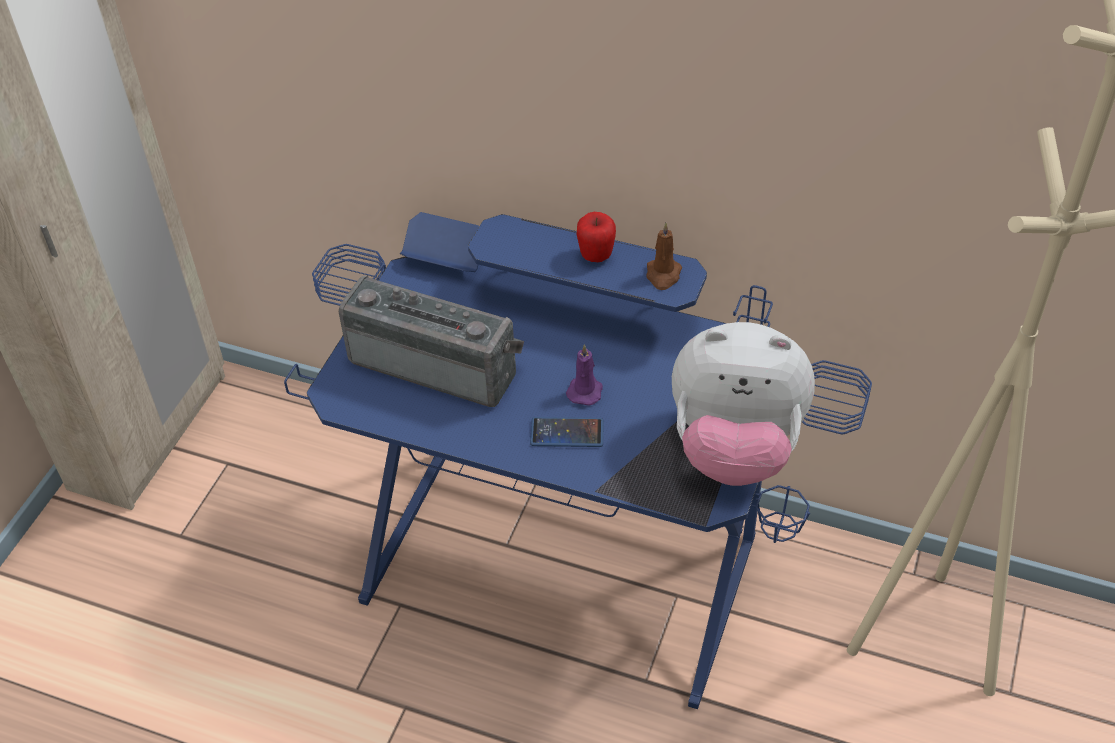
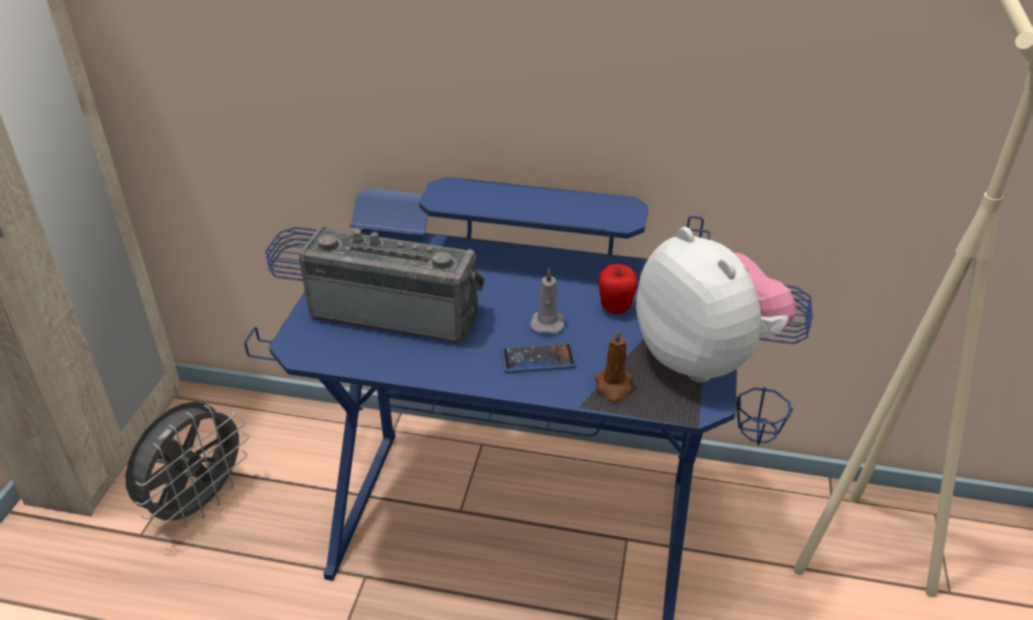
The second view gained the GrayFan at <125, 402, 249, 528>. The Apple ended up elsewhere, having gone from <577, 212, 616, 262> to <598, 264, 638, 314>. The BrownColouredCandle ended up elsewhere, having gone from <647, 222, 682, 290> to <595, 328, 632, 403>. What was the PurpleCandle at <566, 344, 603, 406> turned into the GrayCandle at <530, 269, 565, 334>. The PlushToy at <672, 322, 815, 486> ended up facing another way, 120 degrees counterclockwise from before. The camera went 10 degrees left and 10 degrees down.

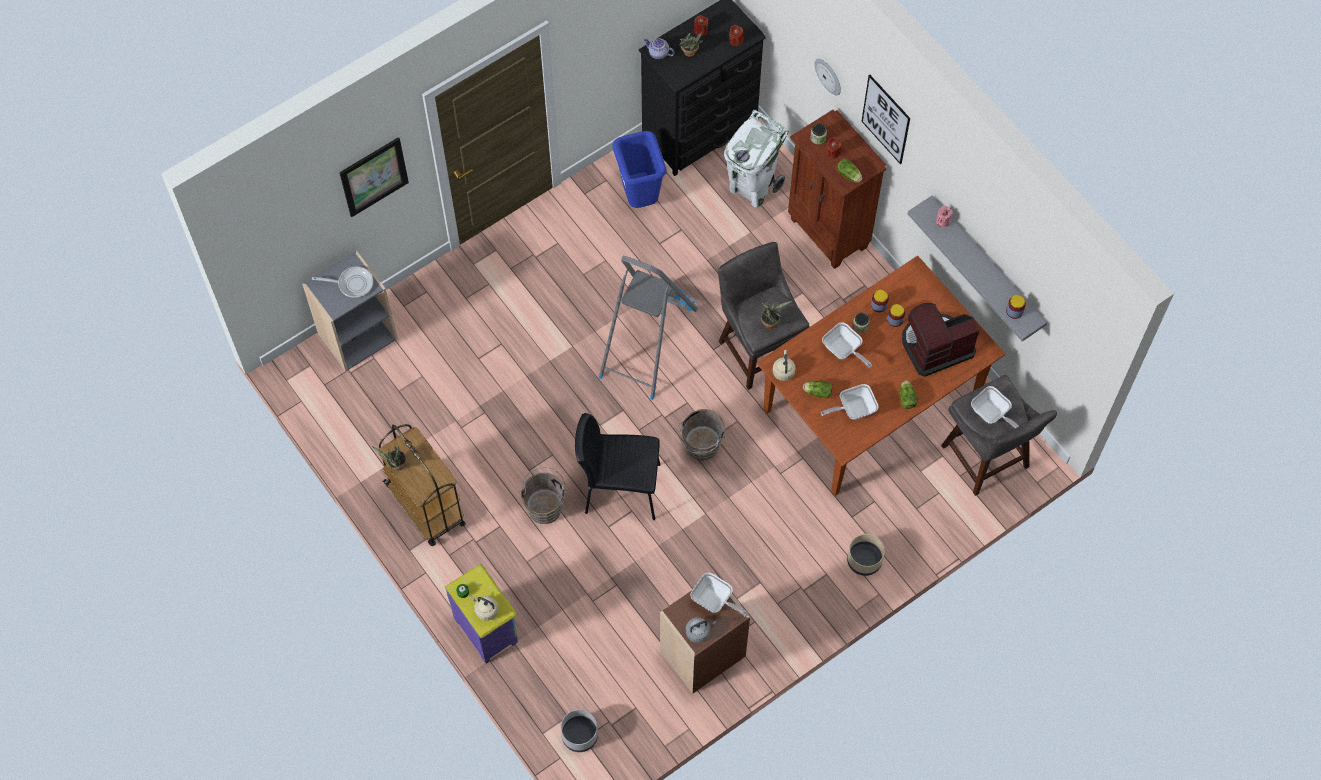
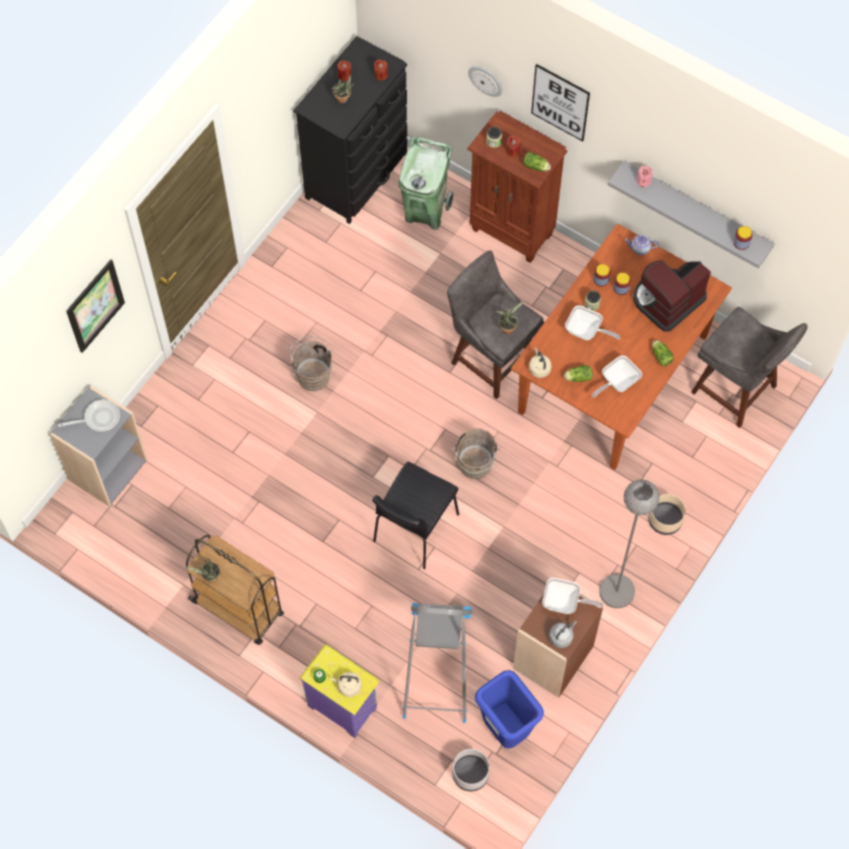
The second view lost the Skillet at <971, 386, 1019, 428>. The second view gained the GrayFloorLamp at <599, 479, 660, 608>. The BrownColouredBucket ended up elsewhere, having gone from <519, 467, 568, 524> to <290, 336, 333, 391>. The GrayStepLadder ended up elsewhere, having gone from <599, 256, 698, 400> to <403, 603, 473, 723>. The BlueColouredWasteBin ended up elsewhere, having gone from <613, 131, 667, 208> to <475, 670, 544, 748>. The PotForTea ended up elsewhere, having gone from <643, 38, 675, 59> to <625, 234, 659, 255>. What was the WhiteWasteBin at <724, 109, 789, 208> turned into the GreenColouredWasteBin at <399, 137, 454, 230>. The BlackishUprightChair at <575, 413, 661, 520> ended up facing another way, 45 degrees counterclockwise from before. The camera went 20 degrees left and 0 degrees up.

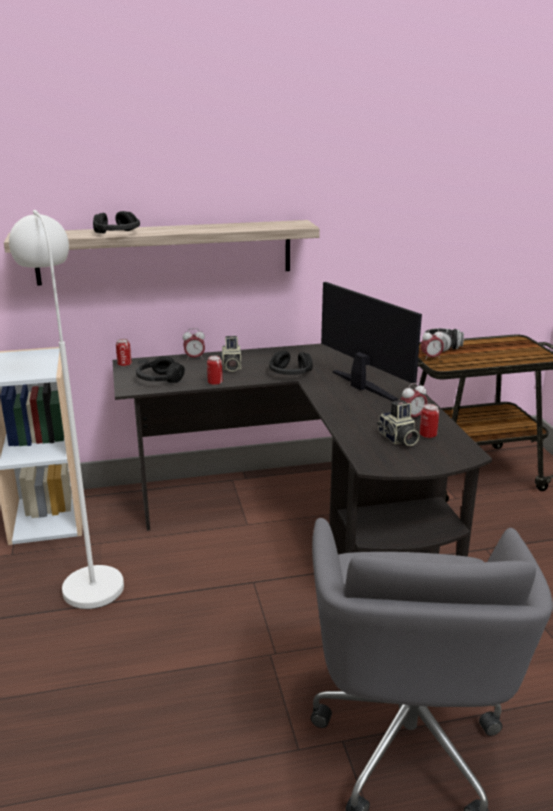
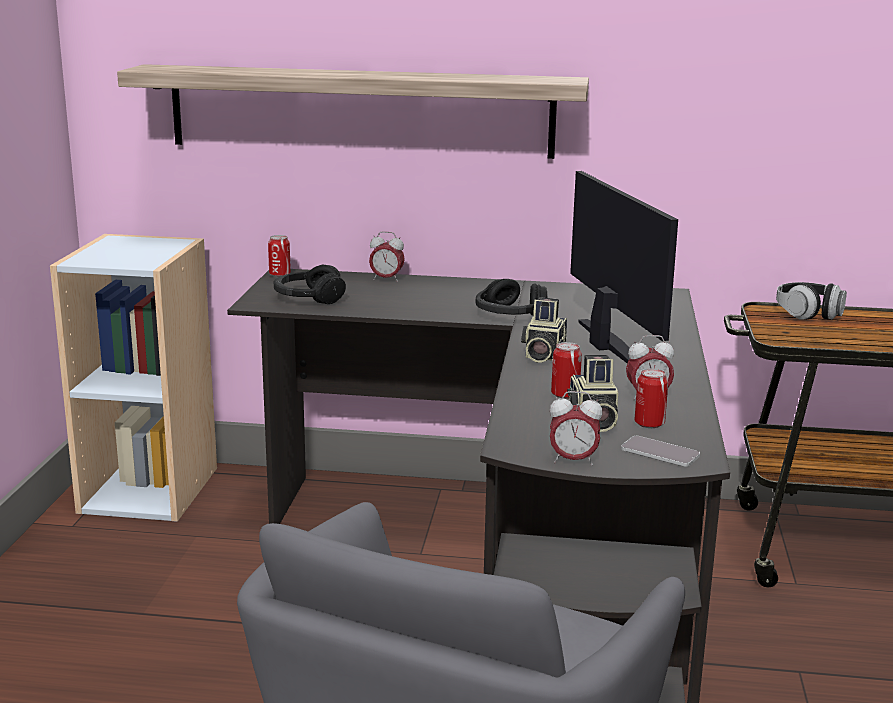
The second view lost the WhiteFloorLamp at <9, 210, 124, 609>. The second view lost the BlackishPairOfHeadphones at <93, 211, 140, 234>. The second view gained the Handset at <621, 436, 700, 467>. The Can ended up elsewhere, having gone from <207, 356, 223, 385> to <551, 342, 582, 399>. The StillCamera ended up elsewhere, having gone from <220, 336, 242, 372> to <521, 297, 567, 362>. The TableClock ended up elsewhere, having gone from <421, 328, 444, 360> to <550, 391, 603, 466>. The camera went 20 degrees right and 5 degrees down.

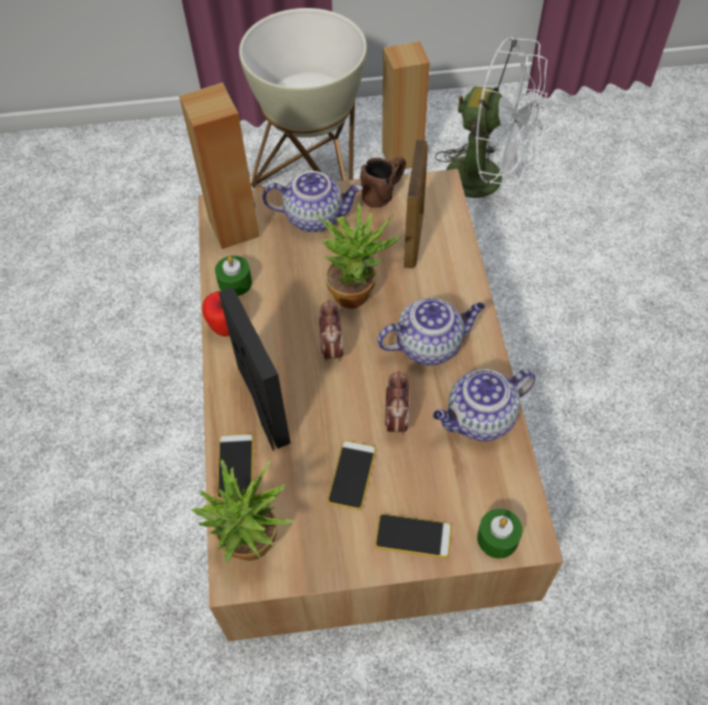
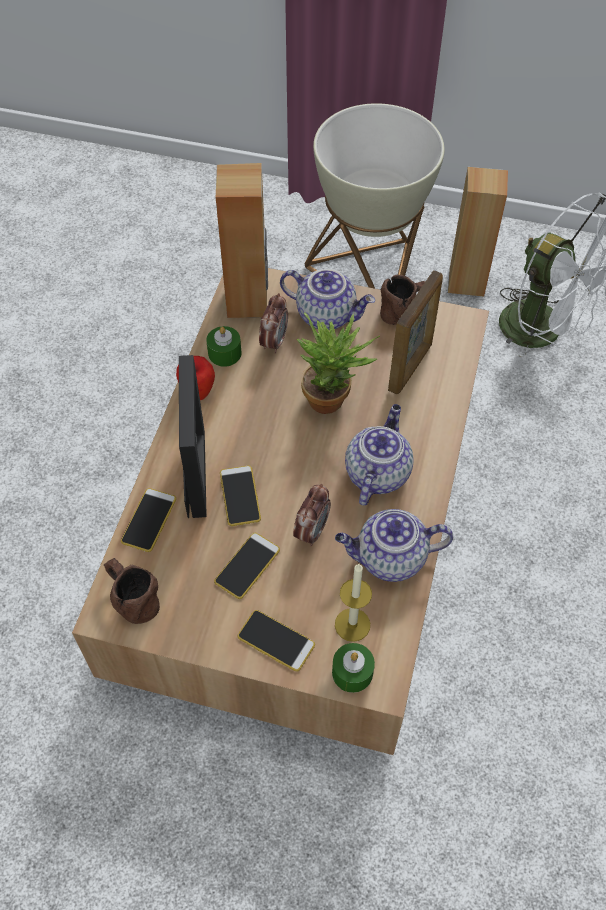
The second view gained the Handset at <220, 466, 261, 526>. The second view gained the Candle at <335, 564, 372, 642>. The TableClock ended up elsewhere, having gone from <319, 300, 343, 362> to <259, 293, 288, 354>. Where the PlantInAPot stood at <191, 459, 294, 563>, the BrownColouredTeaMug came to stand at <104, 558, 160, 624>. The PotForTea at <377, 298, 485, 365> ended up facing another way, 75 degrees counterclockwise from before. The camera went 20 degrees right and 0 degrees up.

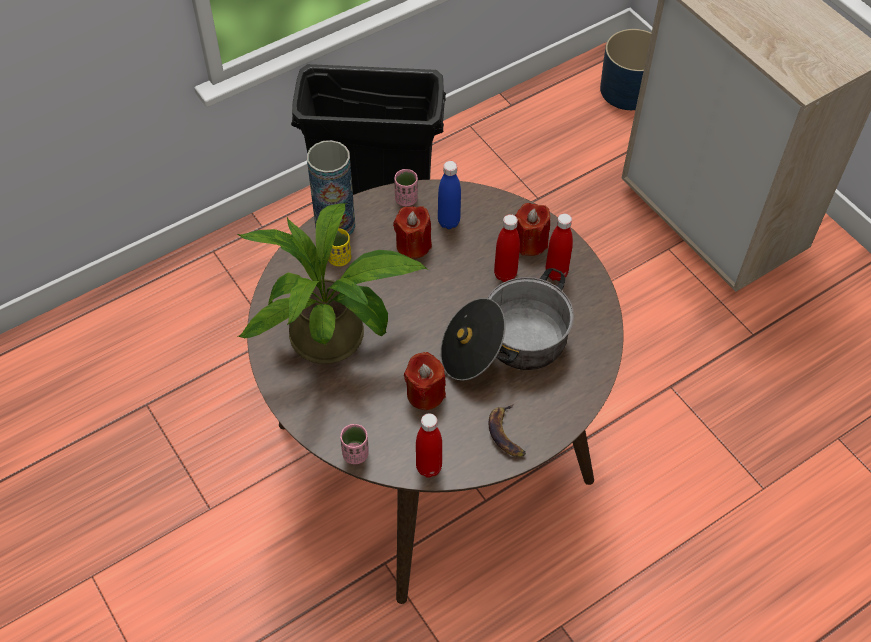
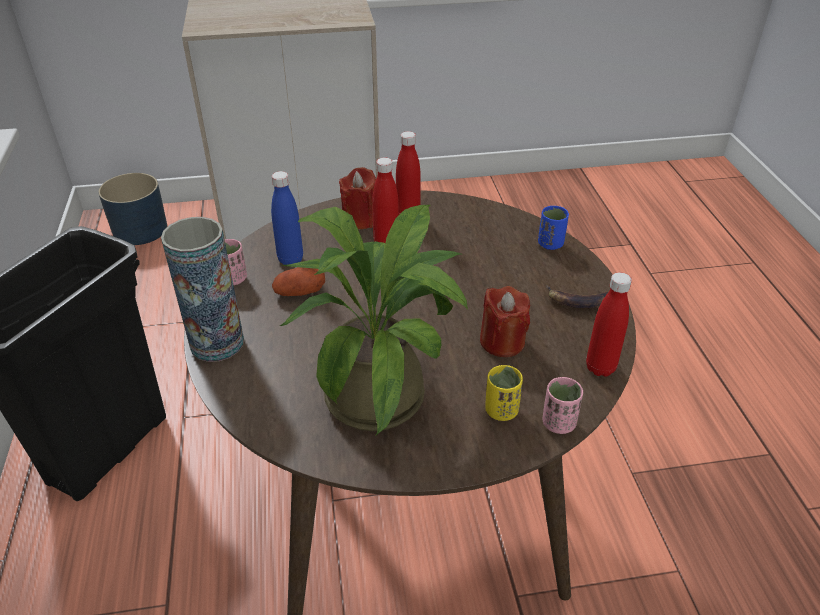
The second view lost the Saucepot at <441, 268, 574, 381>. The second view gained the BlueColouredCup at <538, 206, 569, 250>. The YellowColouredCup ended up elsewhere, having gone from <328, 228, 351, 266> to <485, 365, 523, 421>. Where the ReddishCandle stood at <393, 206, 432, 259>, the Potato came to stand at <272, 267, 325, 296>. The camera went 65 degrees left and 15 degrees down.

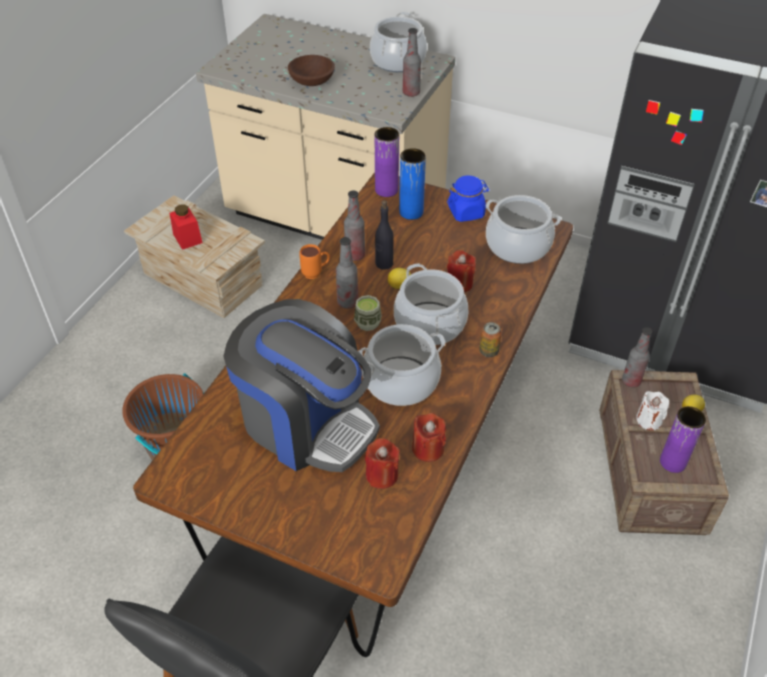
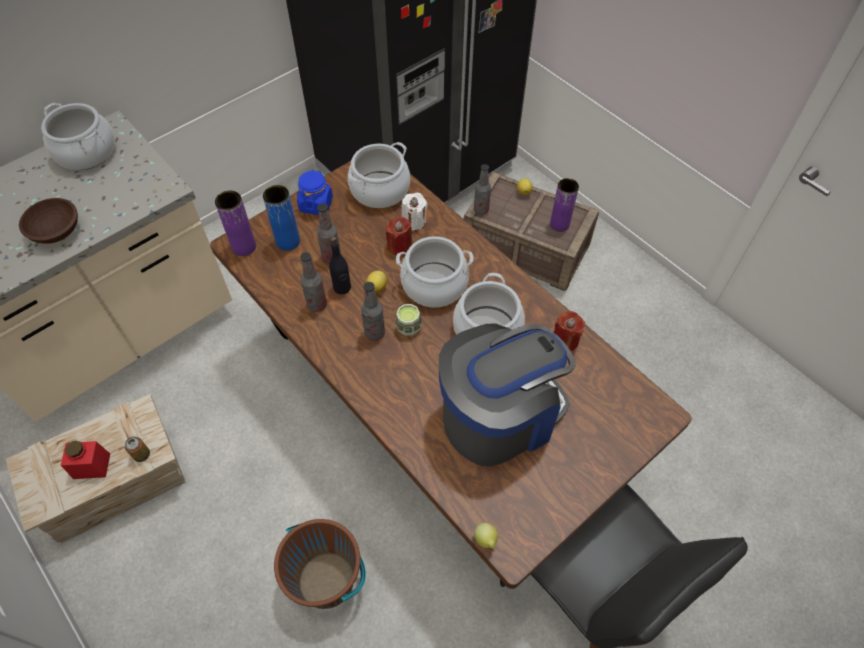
The second view lost the OrangeTeaMug at <299, 244, 330, 279>. The second view lost the ReddishCandle at <365, 438, 400, 489>. The second view gained the CitrusFruit at <474, 523, 498, 549>. The Bottle ended up elsewhere, having gone from <403, 28, 421, 97> to <317, 203, 341, 264>. The Can ended up elsewhere, having gone from <479, 322, 502, 357> to <125, 437, 150, 462>. The WhiteCandle ended up elsewhere, having gone from <636, 391, 669, 431> to <401, 193, 428, 231>. The camera went 65 degrees left and 10 degrees up.

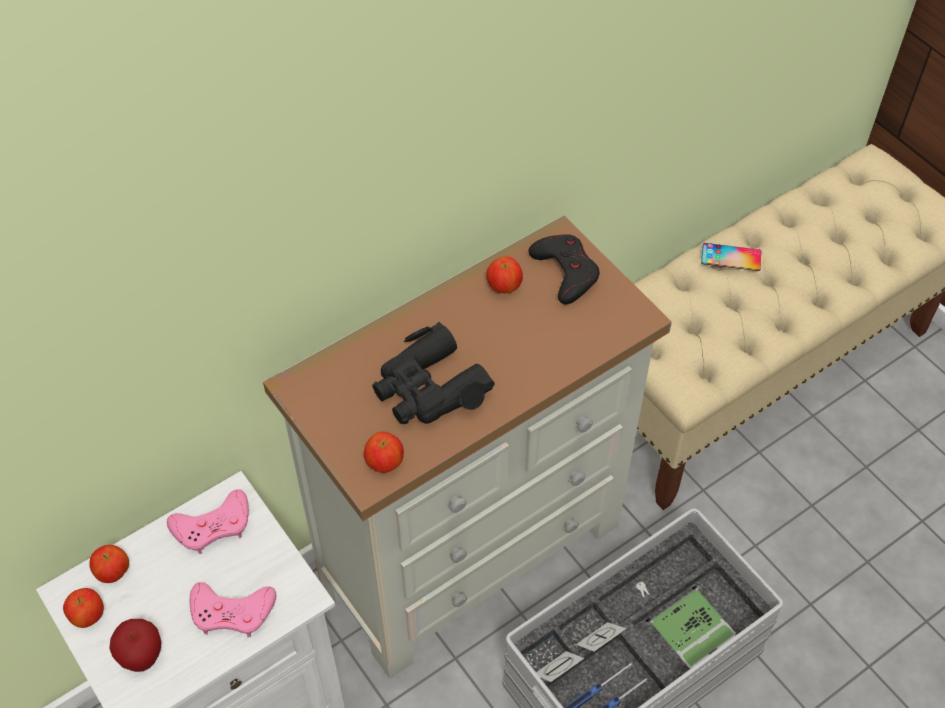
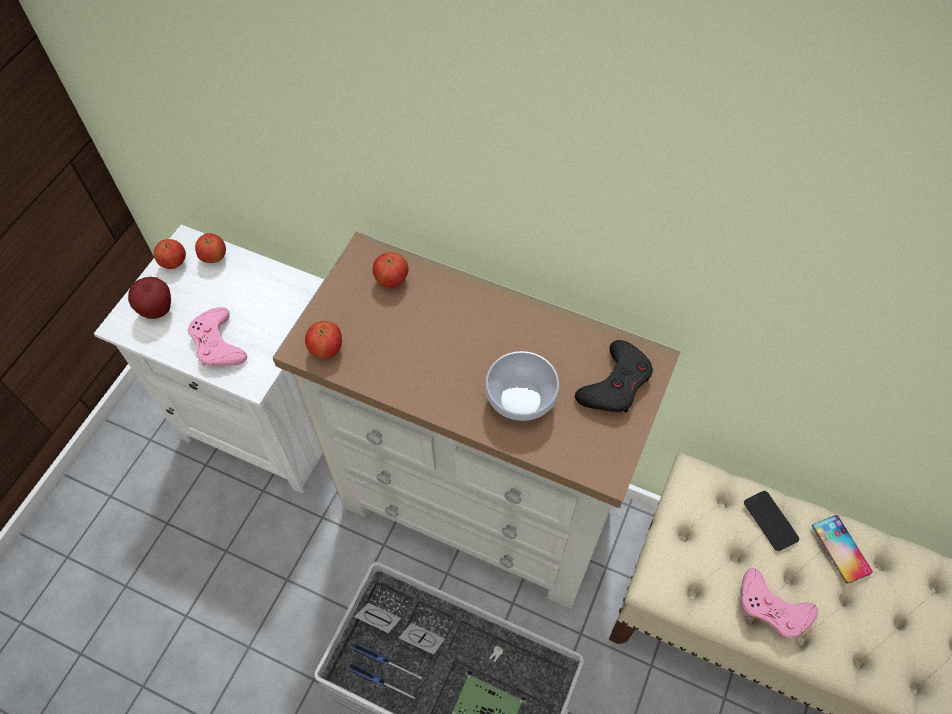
The second view lost the BlackishPairOfBinoculars at <372, 322, 495, 424>. The second view gained the DeepDish at <485, 351, 559, 421>. The second view gained the Handset at <744, 491, 799, 551>. The PinkishJoypad ended up elsewhere, having gone from <167, 489, 249, 554> to <741, 568, 818, 639>. The Apple ended up elsewhere, having gone from <486, 256, 523, 293> to <373, 252, 408, 288>. The camera went 60 degrees right and 5 degrees up.

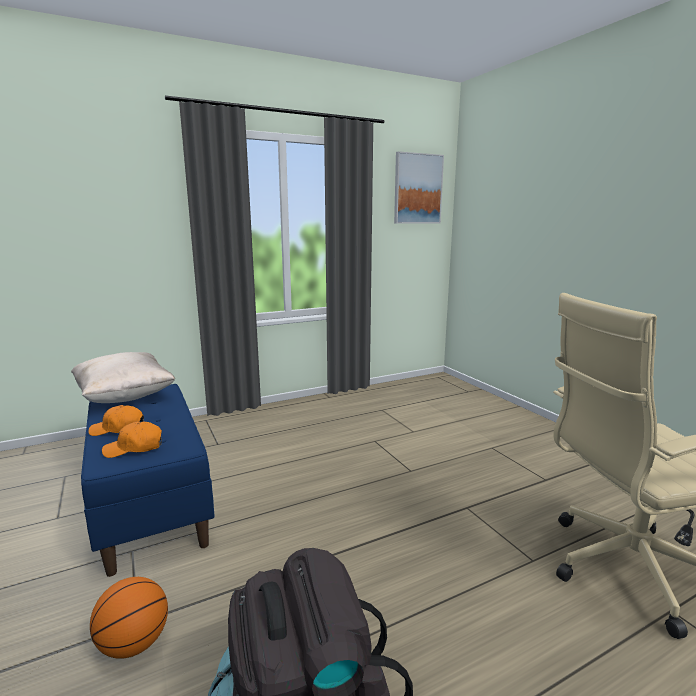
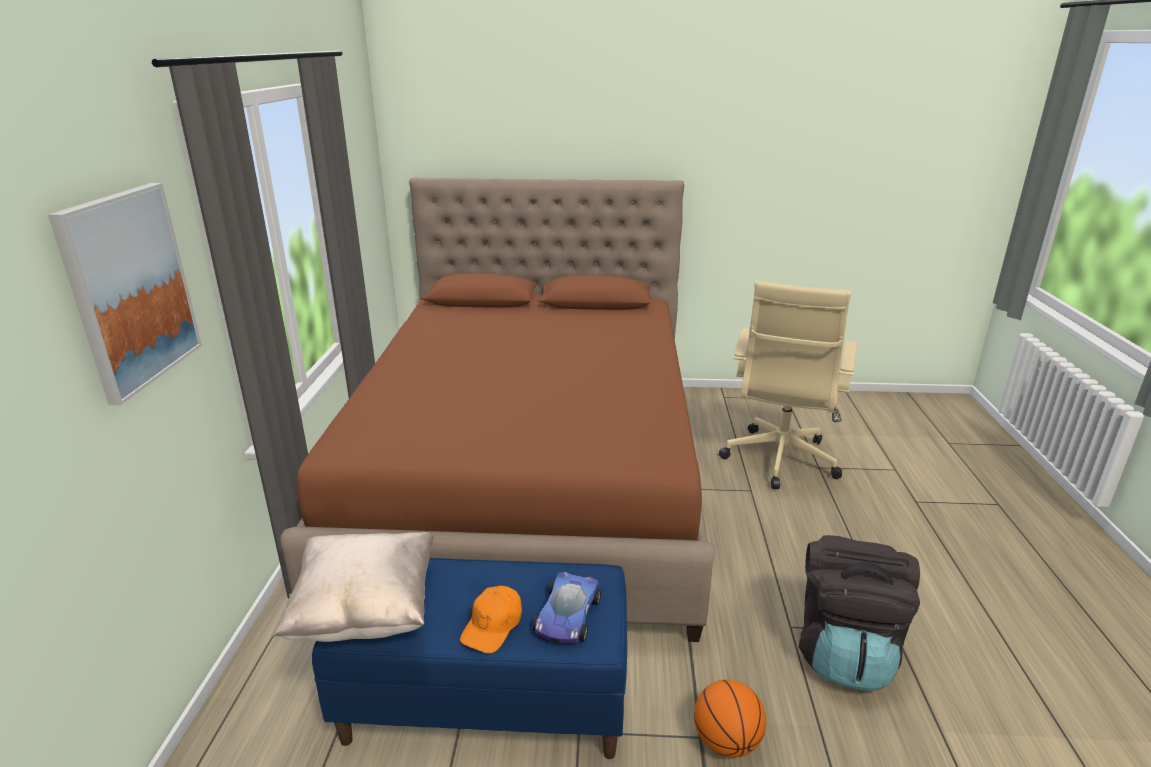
The second view gained the BrownColouredBed at <281, 177, 716, 642>. The WallPicture ended up elsewhere, having gone from <394, 151, 444, 224> to <48, 183, 202, 405>. Where the OrangePeakedCap stood at <102, 421, 162, 458>, the MiniatureCar came to stand at <532, 572, 601, 643>. The camera went 60 degrees left and 10 degrees up.

